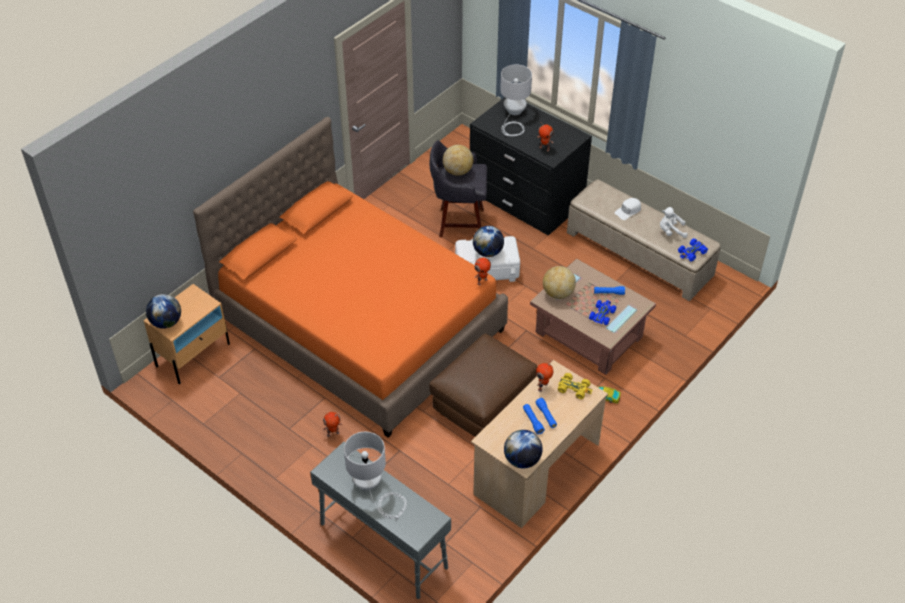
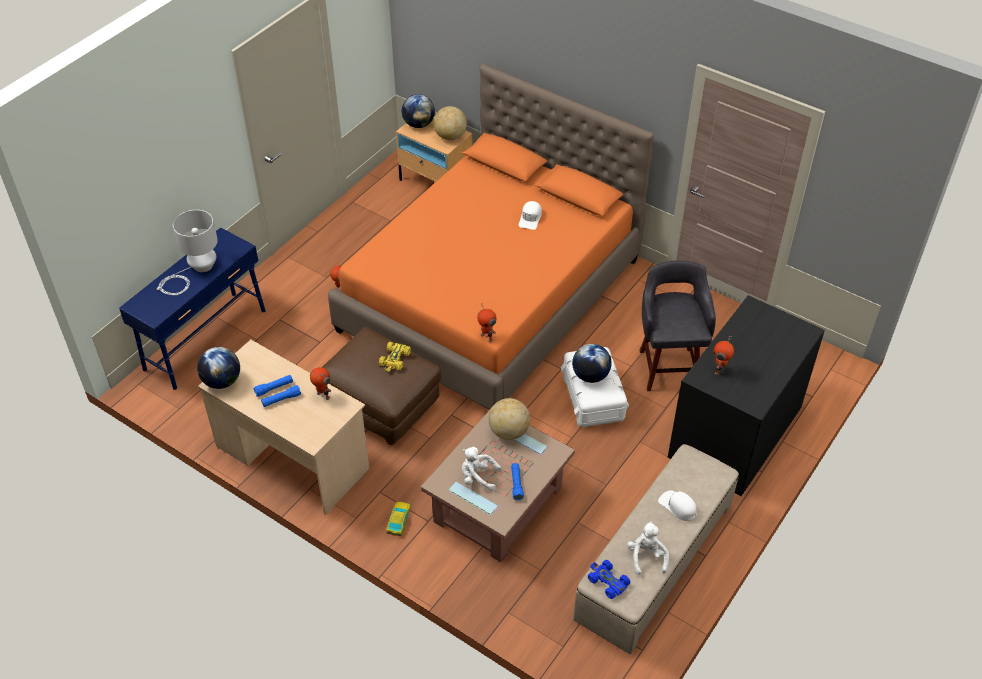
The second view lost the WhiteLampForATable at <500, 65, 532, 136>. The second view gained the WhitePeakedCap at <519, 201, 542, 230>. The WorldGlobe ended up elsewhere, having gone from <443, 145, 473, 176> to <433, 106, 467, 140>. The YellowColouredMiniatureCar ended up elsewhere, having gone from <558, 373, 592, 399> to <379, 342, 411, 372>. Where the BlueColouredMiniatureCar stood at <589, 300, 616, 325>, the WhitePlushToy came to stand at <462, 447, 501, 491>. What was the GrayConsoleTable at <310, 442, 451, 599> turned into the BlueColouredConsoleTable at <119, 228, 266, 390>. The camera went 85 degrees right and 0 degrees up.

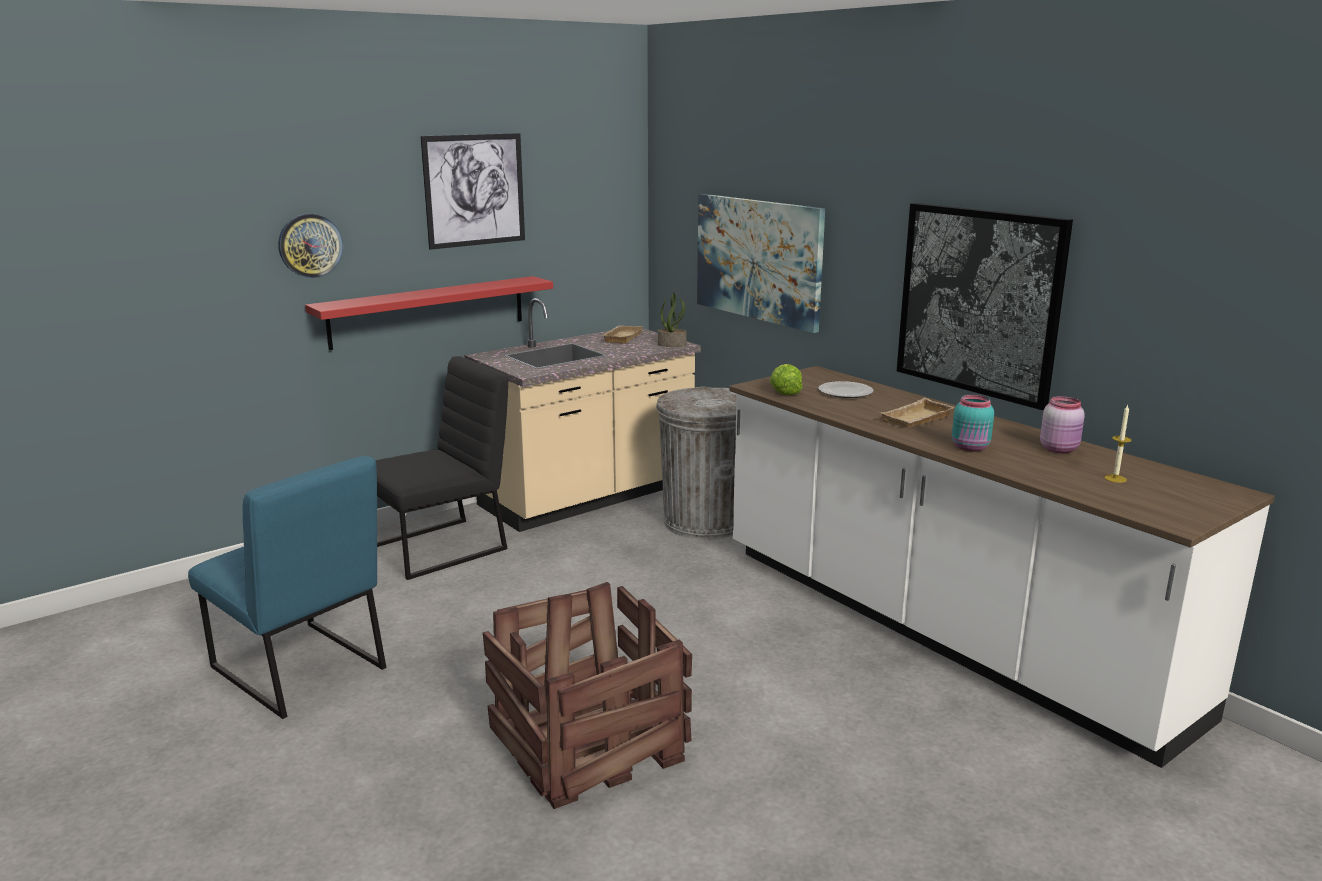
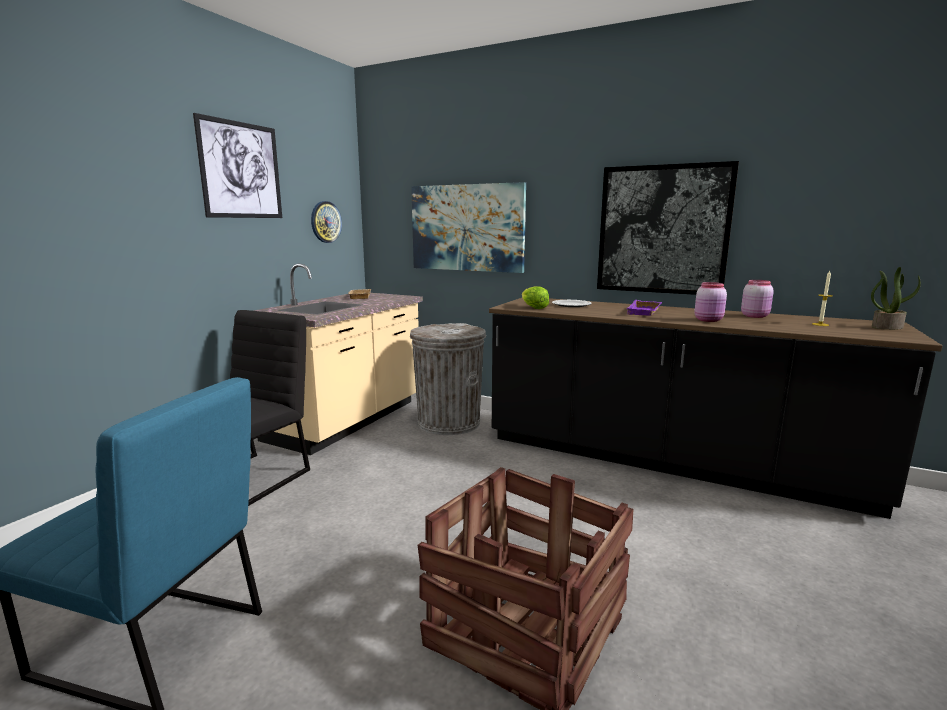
The second view lost the ReddishBracketShelf at <305, 276, 553, 350>. The HangingClock ended up elsewhere, having gone from <278, 213, 343, 278> to <311, 201, 342, 243>. The PlantInAPot ended up elsewhere, having gone from <658, 292, 686, 347> to <871, 267, 921, 330>. What was the WhiteKitchenBaseUnit at <730, 366, 1275, 768> turned into the BlackishKitchenBaseUnit at <489, 298, 942, 519>. What was the BeigeColouredServingTray at <880, 398, 954, 428> turned into the PurpleServingTray at <627, 300, 662, 316>. What was the TurquoiseStorageJar at <952, 395, 994, 452> turned into the PinkishStorageJar at <694, 282, 727, 322>. The camera went 25 degrees left and 5 degrees down.

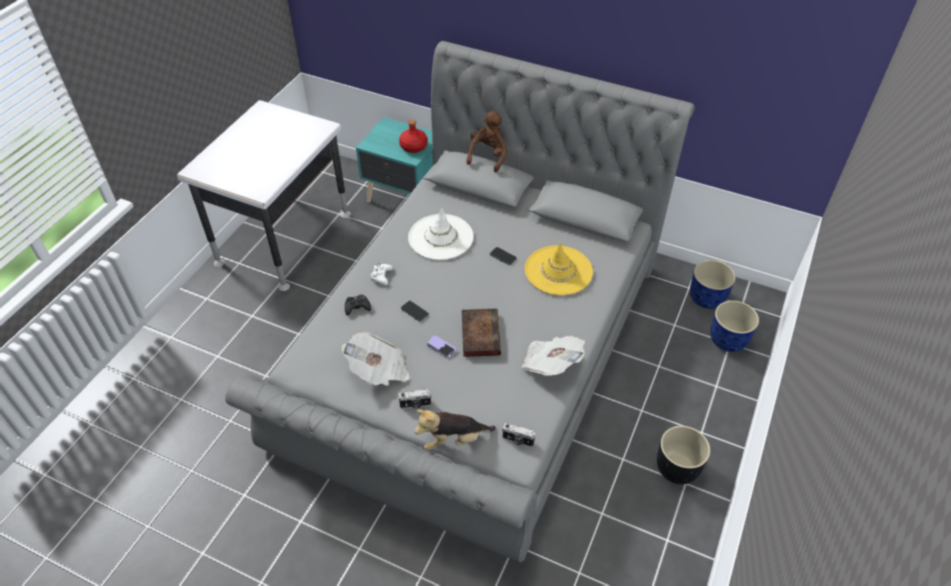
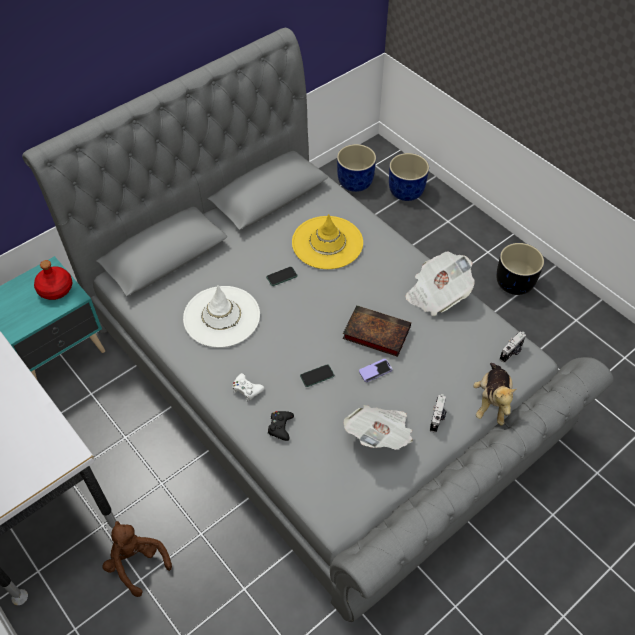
The BrownColouredPlushToy ended up elsewhere, having gone from <466, 110, 507, 172> to <102, 521, 172, 597>. The camera went 65 degrees left and 5 degrees up.

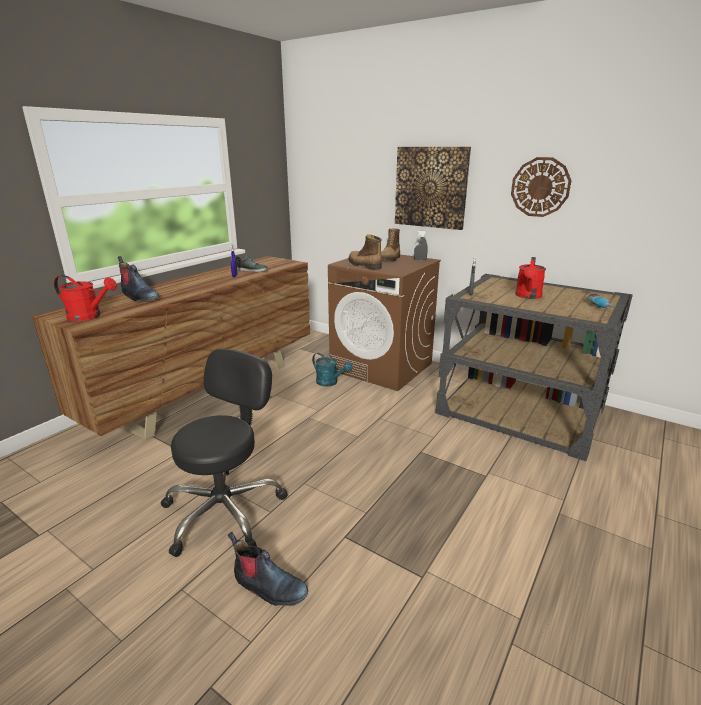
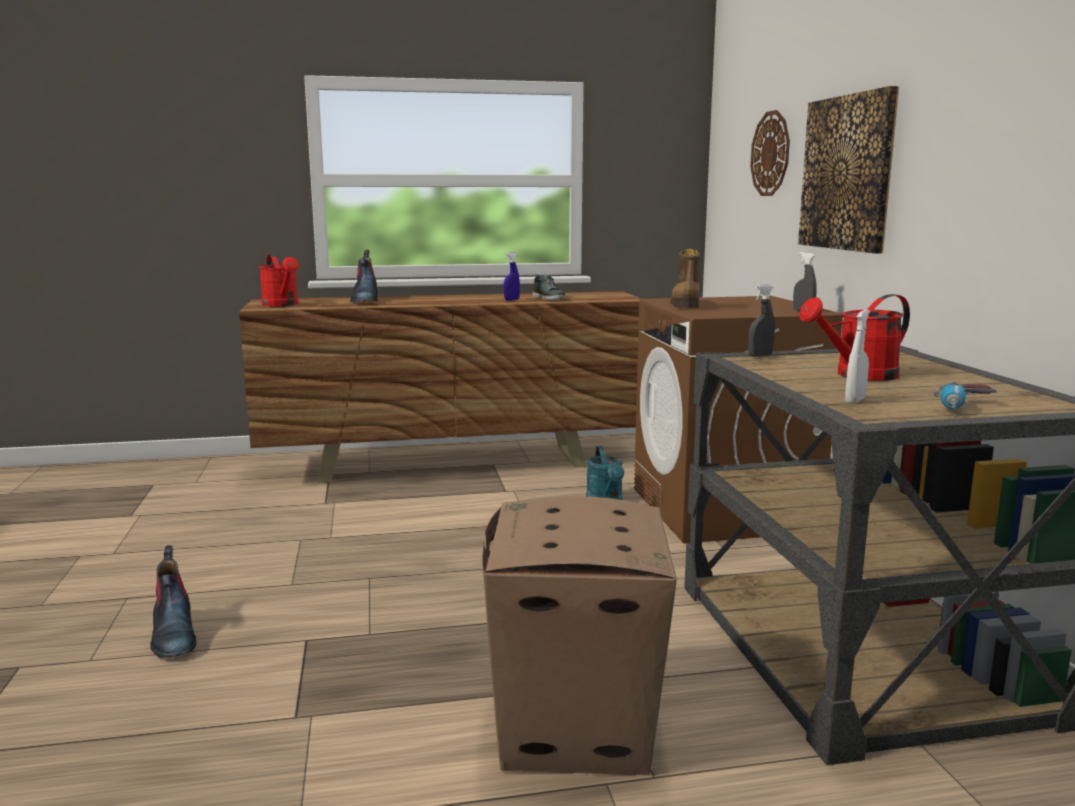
The second view lost the BlackishOfficeChair at <161, 349, 288, 557>. The second view lost the TallBoot at <381, 229, 400, 261>. The second view gained the CardboardBox at <482, 496, 677, 775>. The second view gained the WhiteHandSprayer at <845, 310, 870, 404>. The HangingClock ended up elsewhere, having gone from <511, 157, 571, 217> to <750, 110, 790, 196>. The camera went 45 degrees right and 10 degrees down.

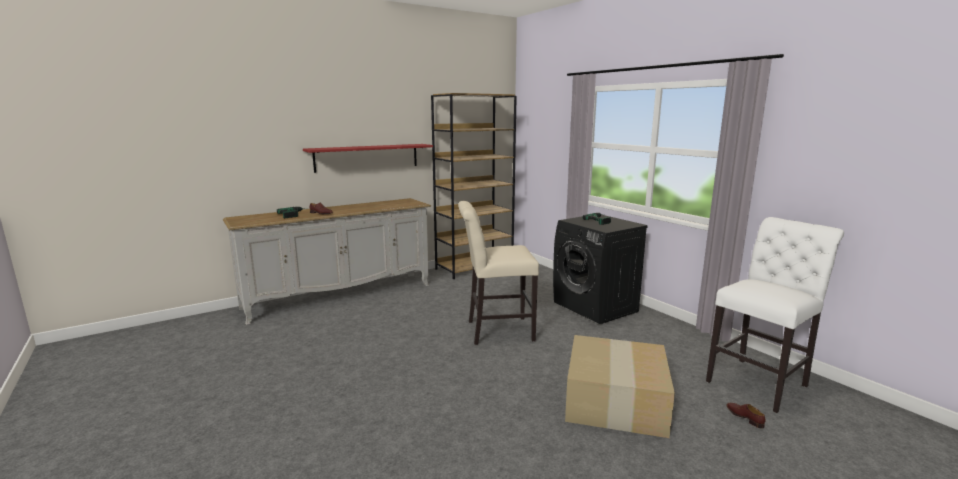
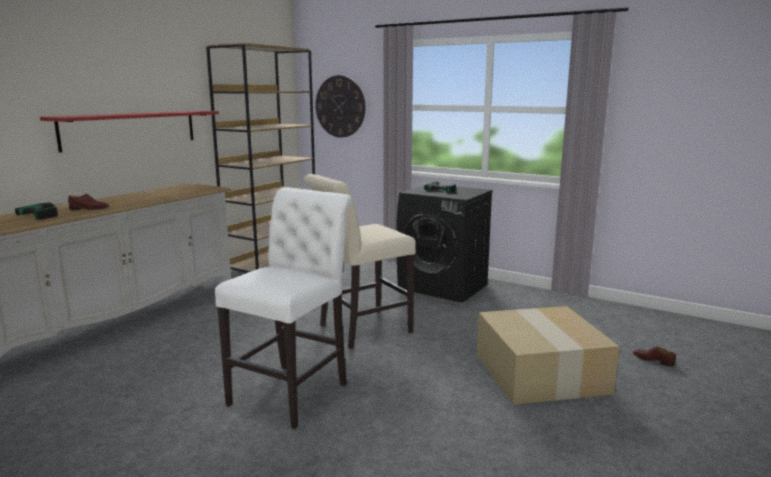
The second view gained the HangingClock at <315, 75, 365, 138>. The WhiteStoolSeat ended up elsewhere, having gone from <706, 217, 844, 413> to <215, 187, 352, 429>. The camera went 25 degrees left and 0 degrees up.

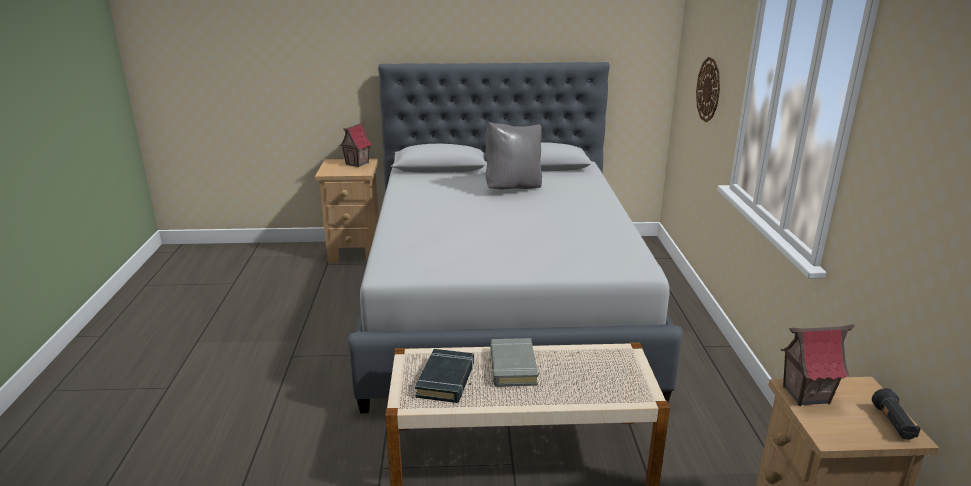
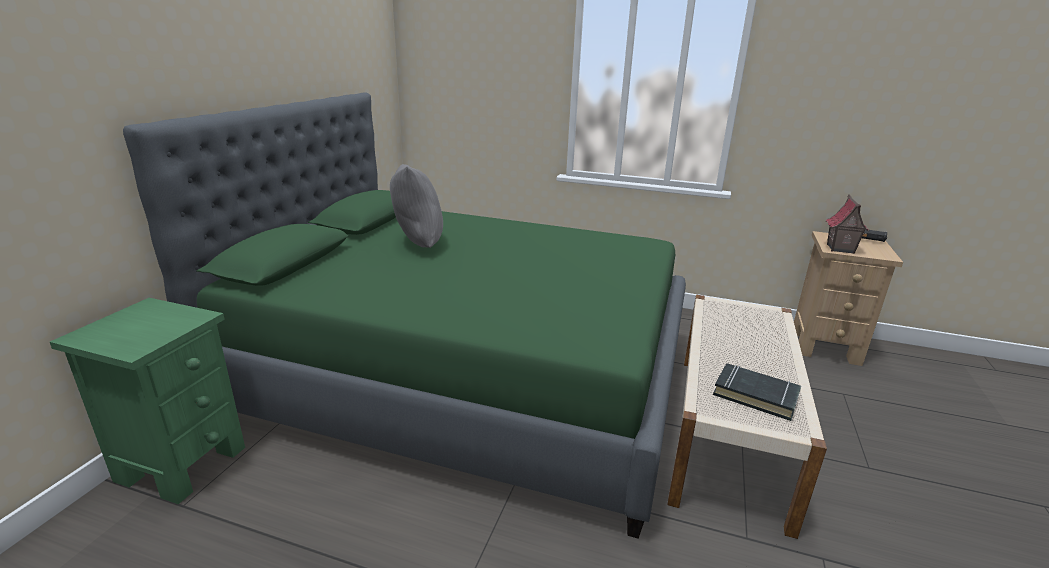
The second view lost the ModelHouse at <339, 121, 372, 167>. The second view lost the GrayVolume at <490, 338, 538, 387>. The second view lost the HangingClock at <696, 57, 720, 122>. What was the BeigeColouredNightTable at <315, 159, 379, 263> turned into the GreenColouredNightTable at <50, 298, 245, 504>. What was the GrayBed at <348, 62, 683, 413> turned into the GreenColouredBed at <123, 92, 686, 539>. The camera went 70 degrees left and 0 degrees up.

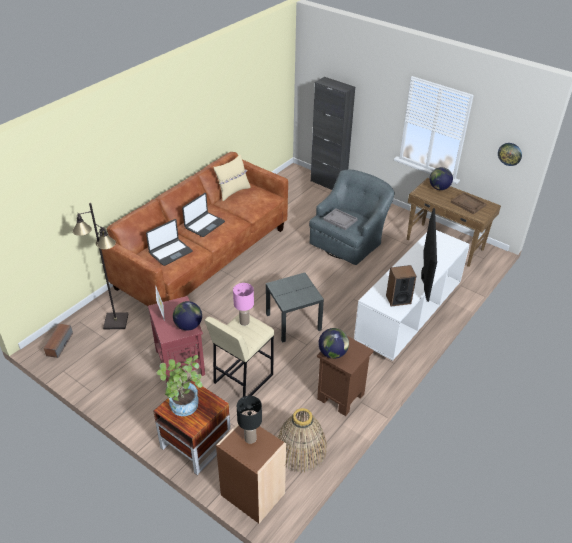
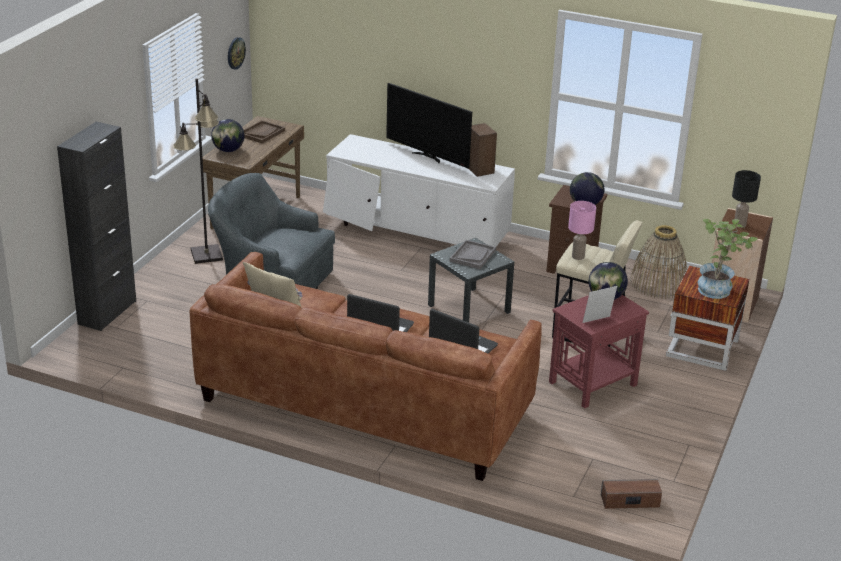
The BlackishFloorLamp ended up elsewhere, having gone from <73, 203, 128, 329> to <173, 78, 223, 264>. The GrayServingTray ended up elsewhere, having gone from <323, 208, 358, 230> to <449, 240, 496, 269>. The Tv at <421, 208, 437, 302> ended up facing another way, 135 degrees counterclockwise from before. The camera went 105 degrees left and 10 degrees down.

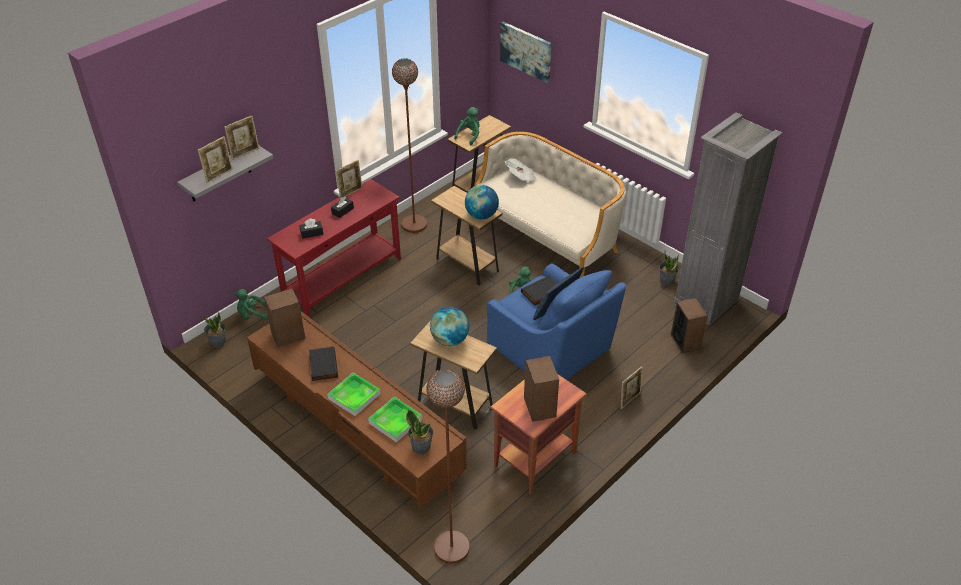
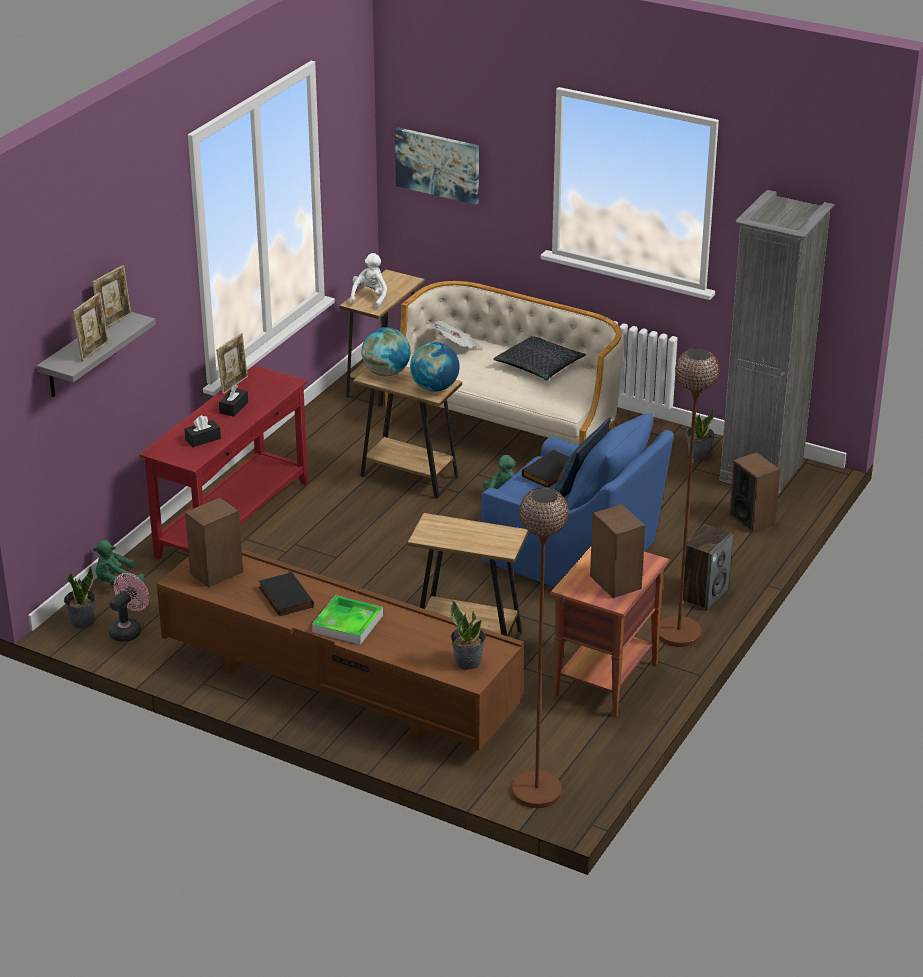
The second view lost the ServingTray at <368, 396, 423, 443>. The second view gained the PinkishFan at <108, 573, 149, 642>. The second view gained the BlackishPillow at <494, 336, 586, 380>. The BrownColouredFloorLamp ended up elsewhere, having gone from <392, 58, 427, 233> to <659, 347, 719, 647>. The WorldGlobe ended up elsewhere, having gone from <430, 307, 469, 346> to <362, 327, 410, 376>. Where the PhotoFrame stood at <621, 366, 643, 409>, the Speaker came to stand at <683, 524, 733, 611>. What was the GreenColouredPlushToy at <454, 107, 480, 145> turned into the WhitePlushToy at <350, 253, 387, 309>. The camera went 15 degrees left and 10 degrees down.

